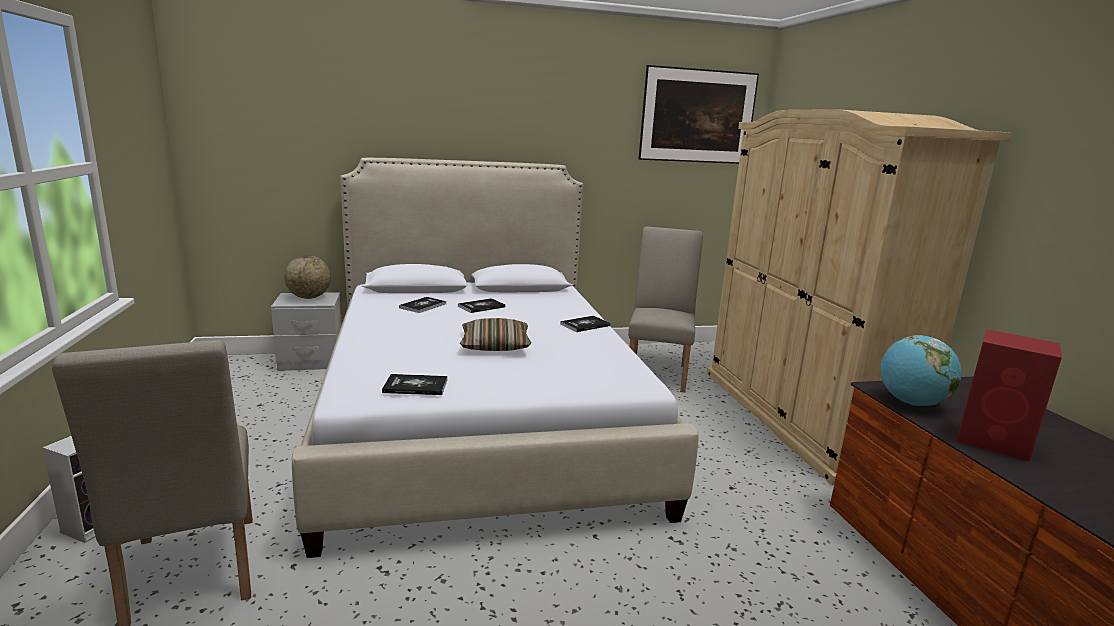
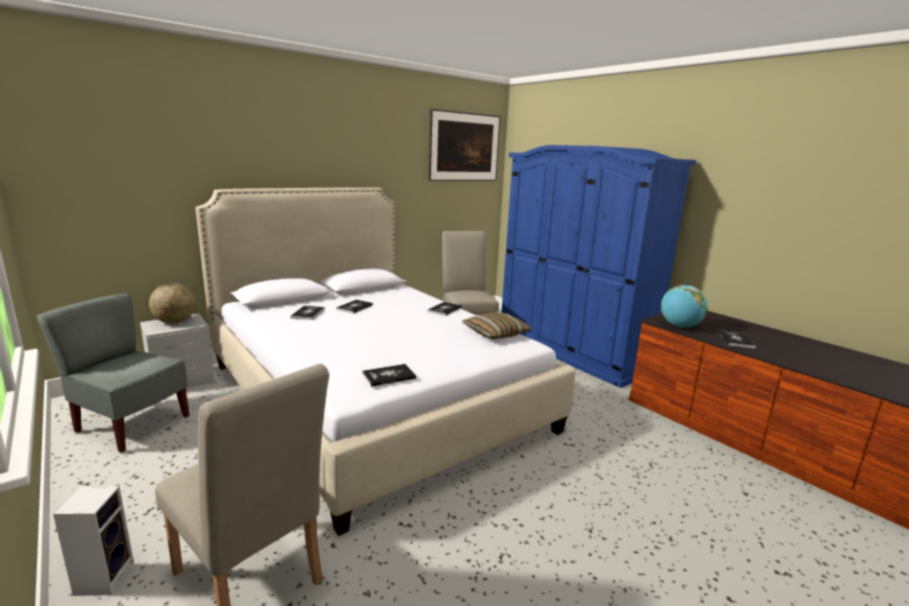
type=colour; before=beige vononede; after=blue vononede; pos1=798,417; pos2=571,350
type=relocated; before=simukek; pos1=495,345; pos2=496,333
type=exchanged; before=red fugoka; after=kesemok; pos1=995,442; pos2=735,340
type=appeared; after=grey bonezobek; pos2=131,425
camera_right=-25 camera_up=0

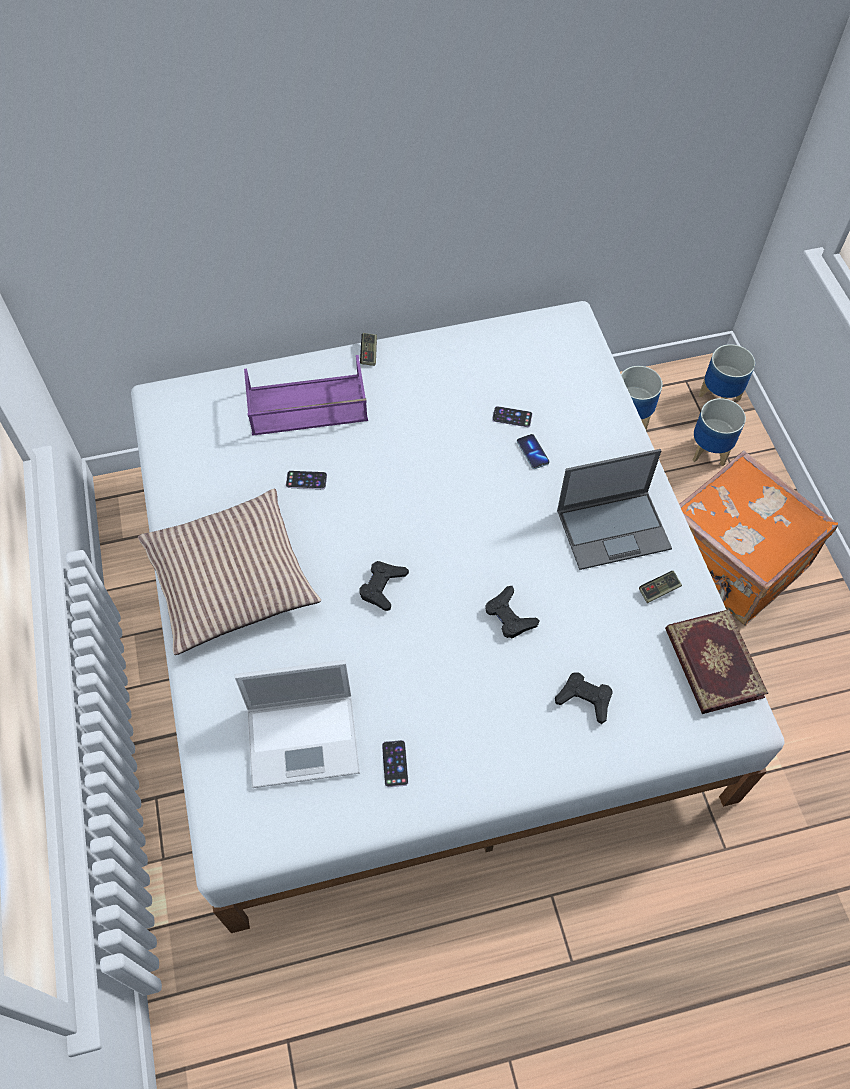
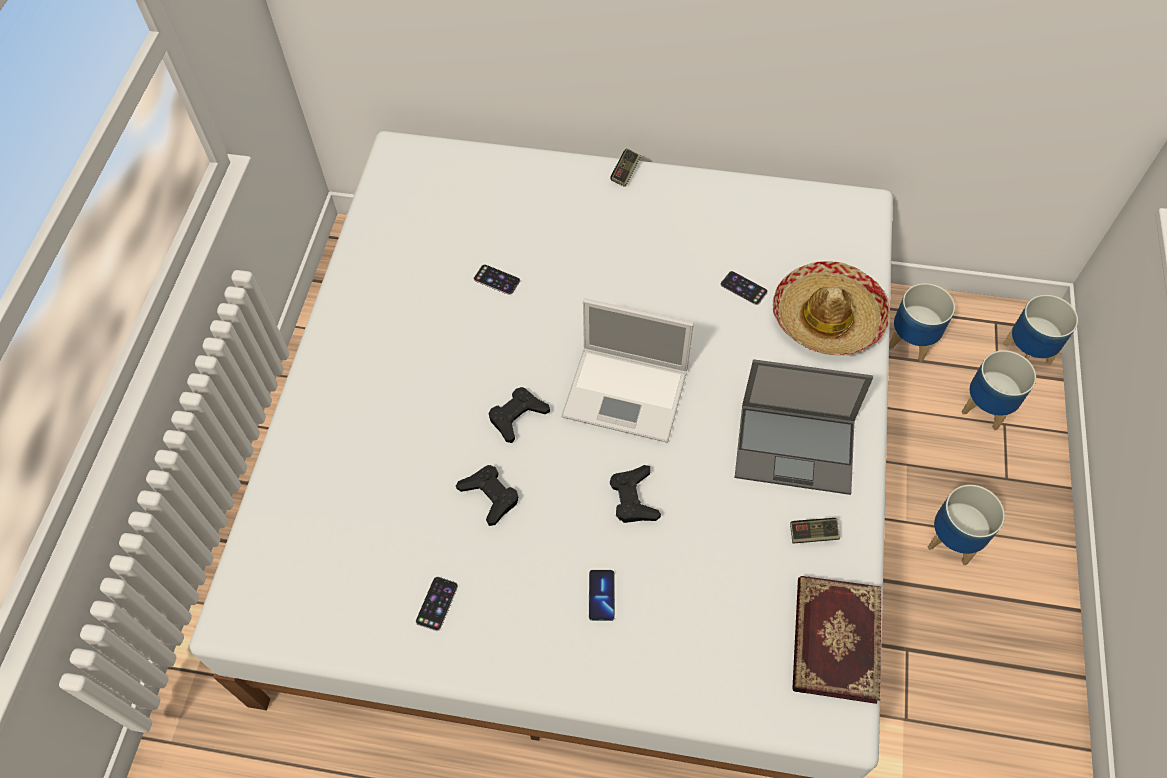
type=missing; before=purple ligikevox; pos1=306,406
type=relocated; before=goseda; pos1=532,452; pos2=601,595
type=exchanged; before=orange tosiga; after=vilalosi; pos1=731,562; pos2=953,541
type=missing; before=simukek; pos1=231,579
type=relocated; before=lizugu; pos1=305,739; pos2=628,394
type=relocated; before=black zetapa; pos1=585,699; pos2=490,496
type=appeared; after=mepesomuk; pos2=827,318
camera_right=25 camera_up=0

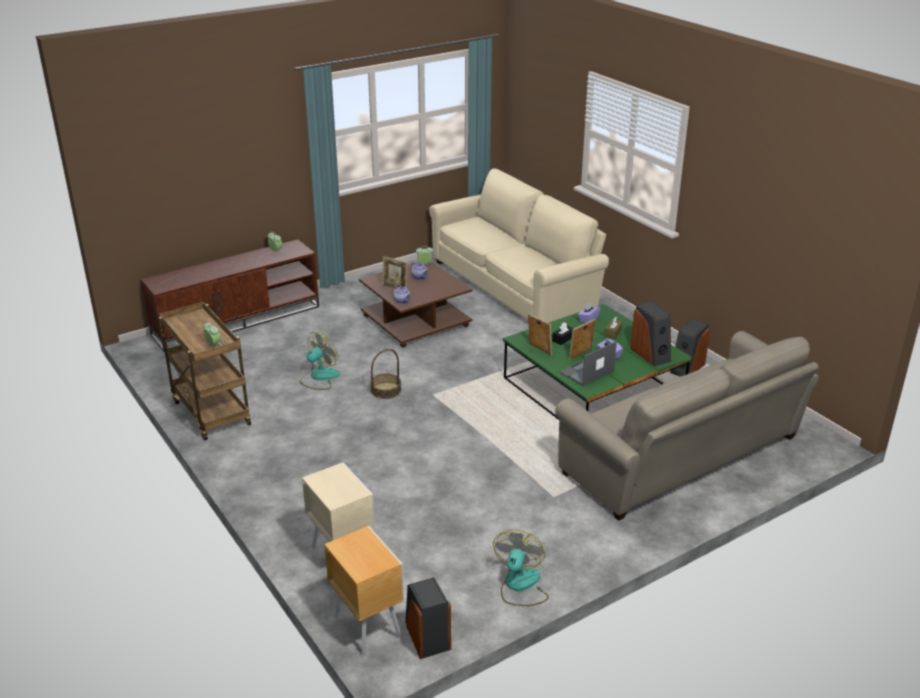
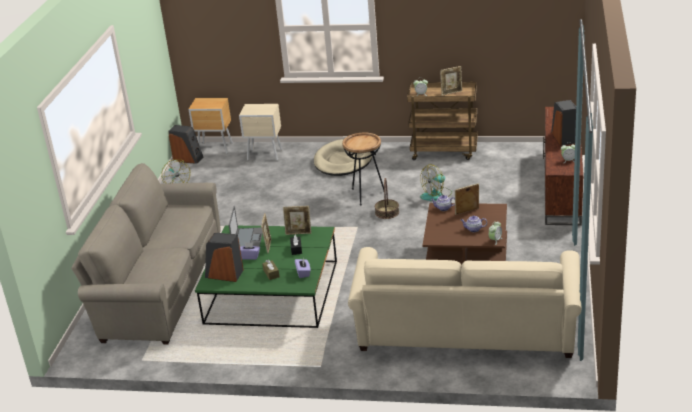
type=relocated; before=fugoka; pos1=686,368; pos2=563,137
type=spun; before=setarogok; pos1=319,377; pos2=436,195; turn=60
type=appeared; after=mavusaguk; pos2=451,93
type=appeared; after=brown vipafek; pos2=366,195
type=appeared; after=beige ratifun; pos2=343,161
camera_right=135 camera_up=0

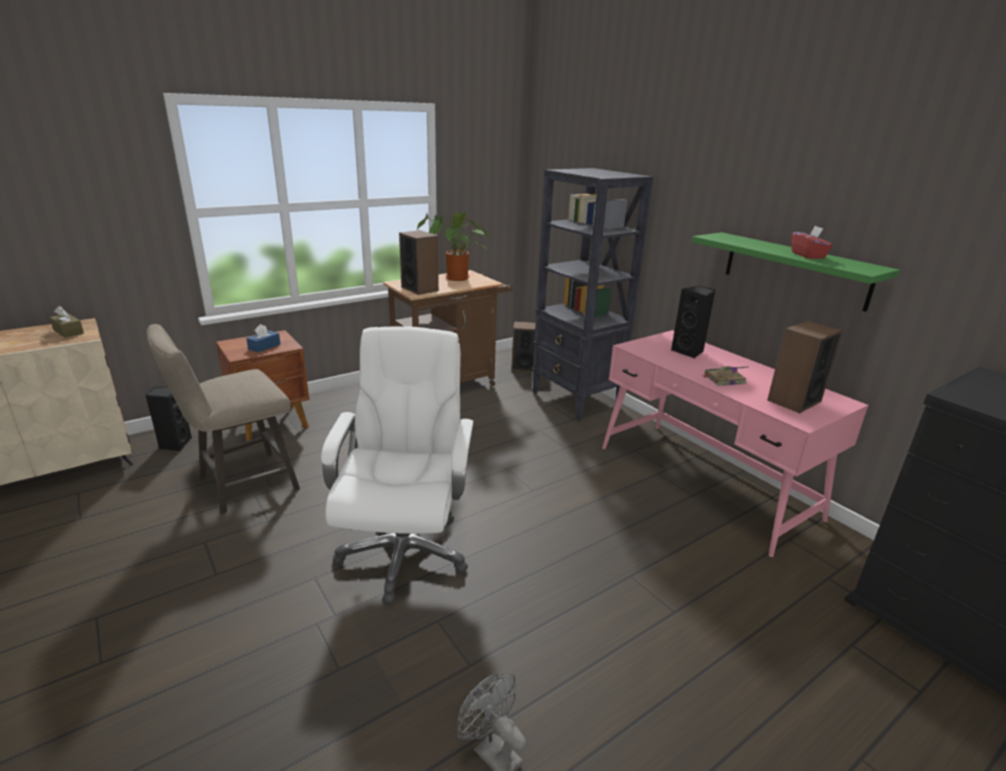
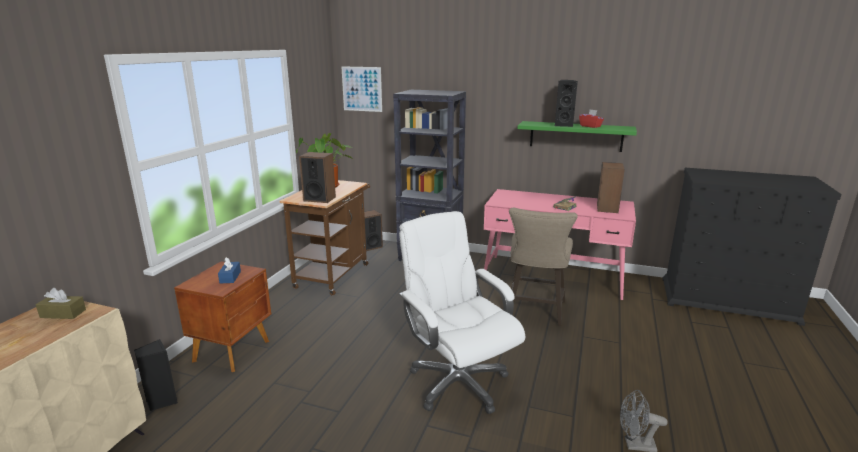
type=relocated; before=black fugoka; pos1=689,352; pos2=563,125
type=relocated; before=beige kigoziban; pos1=240,485; pos2=535,312
type=appeared; after=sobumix; pos2=362,89
camera_right=-35 camera_up=-5

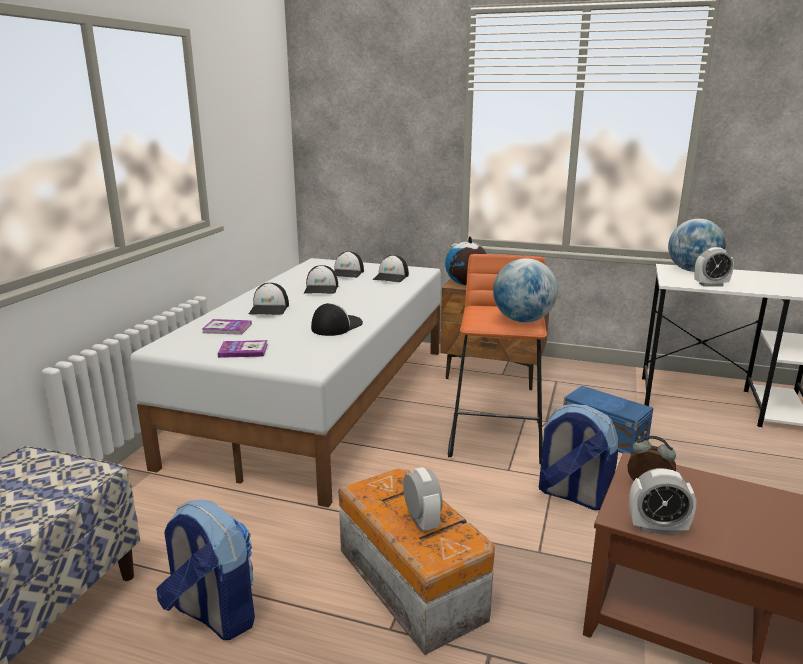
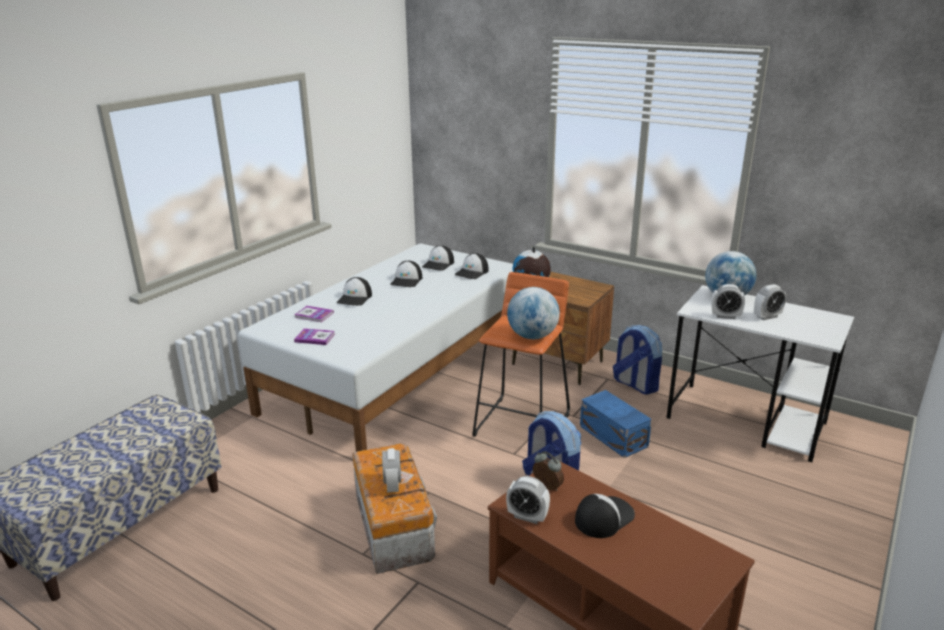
type=relocated; before=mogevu; pos1=336,326; pos2=603,517
type=relocated; before=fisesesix; pos1=212,614; pos2=635,384
type=appeared; after=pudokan; pos2=767,317
camera_right=15 camera_up=5

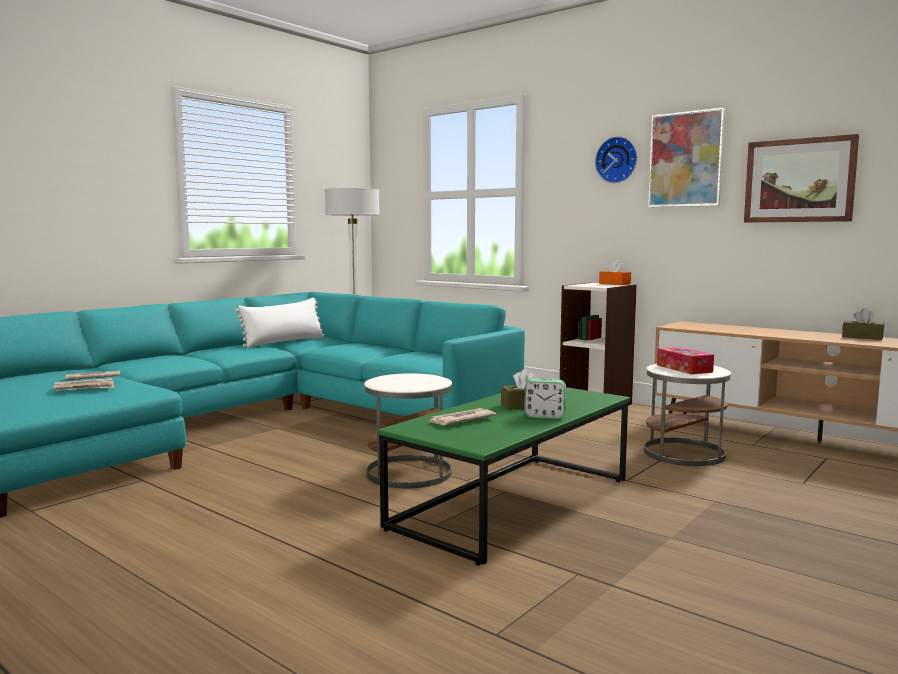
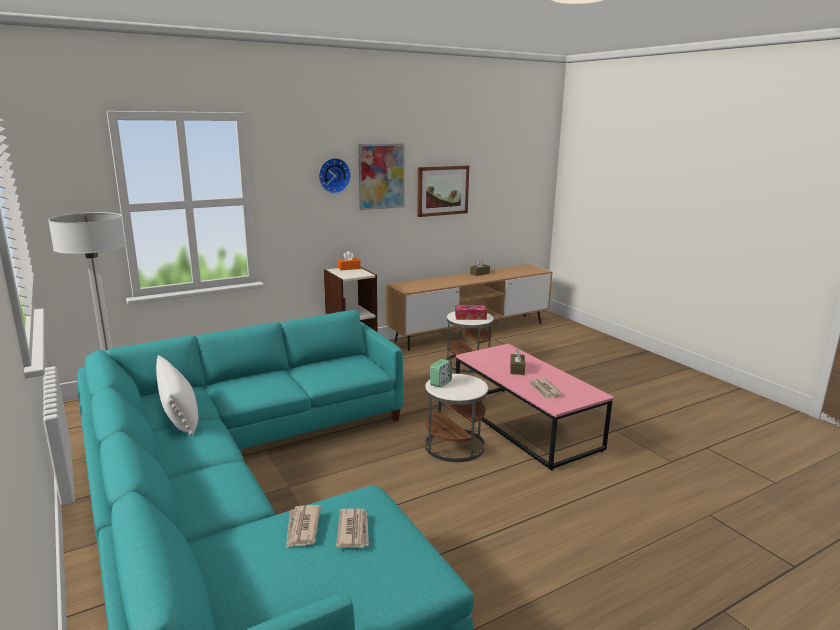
type=relocated; before=pudokan; pos1=544,416; pos2=440,383
type=colour; before=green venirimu; after=pink venirimu; pos1=514,504; pos2=525,425
camera_right=-70 camera_up=10

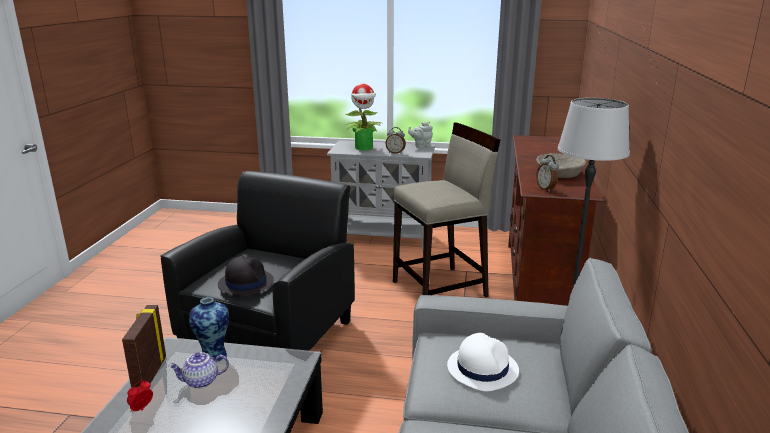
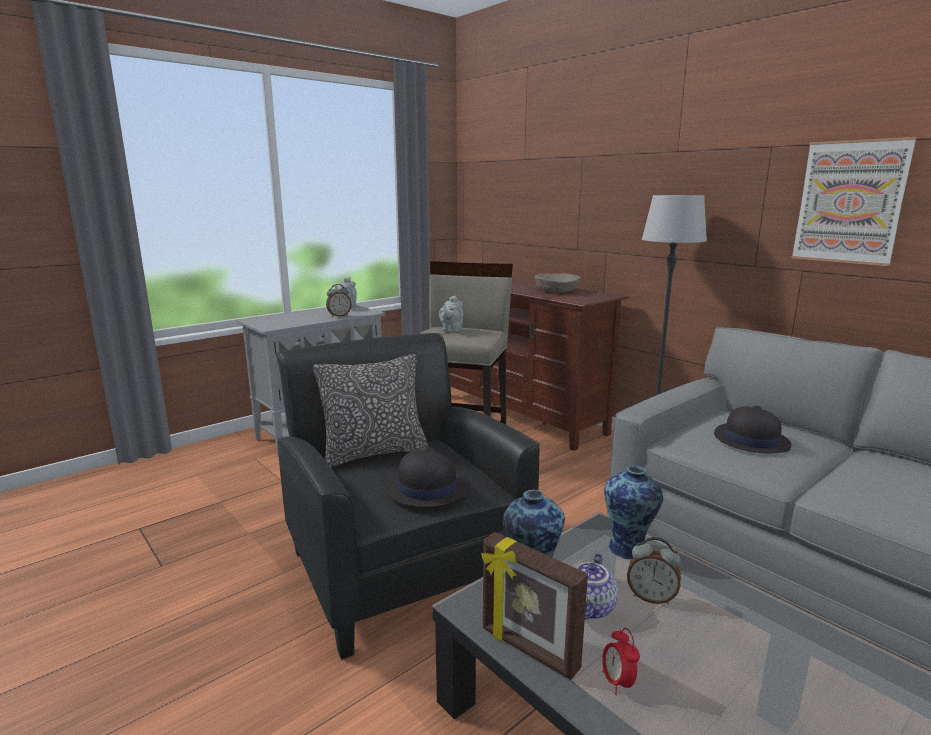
type=missing; before=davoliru; pos1=364,148
type=relocated; before=pudokan; pos1=546,189; pos2=651,597
type=colour; before=white mepesomuk; after=black mepesomuk; pos1=482,368; pos2=750,440
type=appeared; after=sobumix; pos2=850,202
type=appeared; after=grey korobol; pos2=451,330
type=appeared; after=simukek; pos2=374,453
type=appeared; after=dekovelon; pos2=628,549
camera_right=-50 camera_up=-5

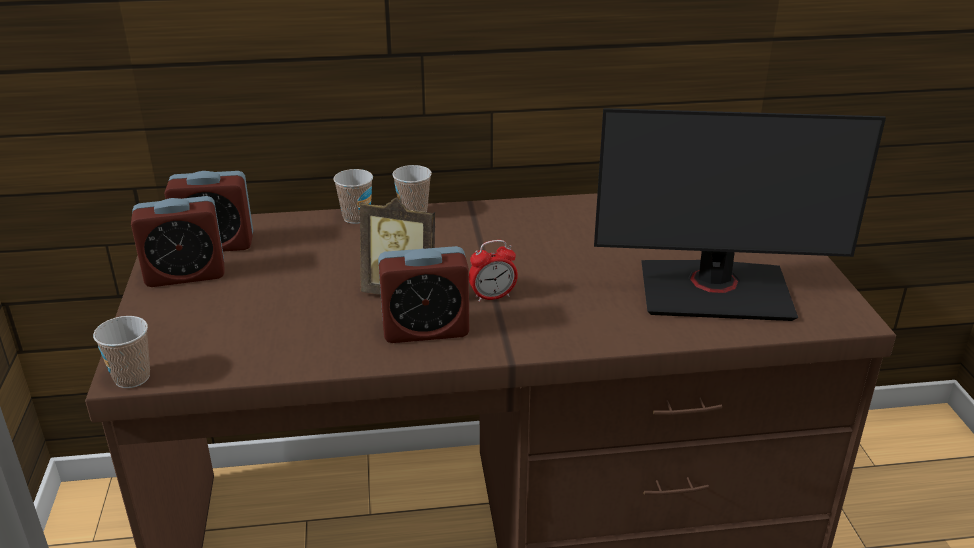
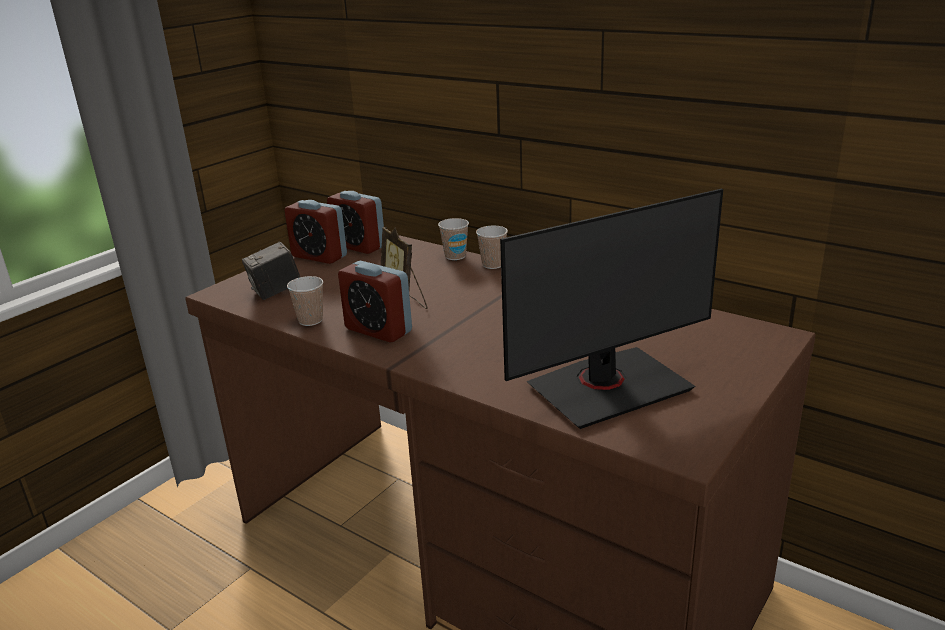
type=spun; before=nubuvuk; pos1=715,290; pos2=608,387; turn=-75
type=missing; before=pudokan; pos1=492,296
type=relocated; before=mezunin; pos1=132,378; pos2=310,320
type=appeared; after=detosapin; pos2=275,292
camera_right=45 camera_up=-5

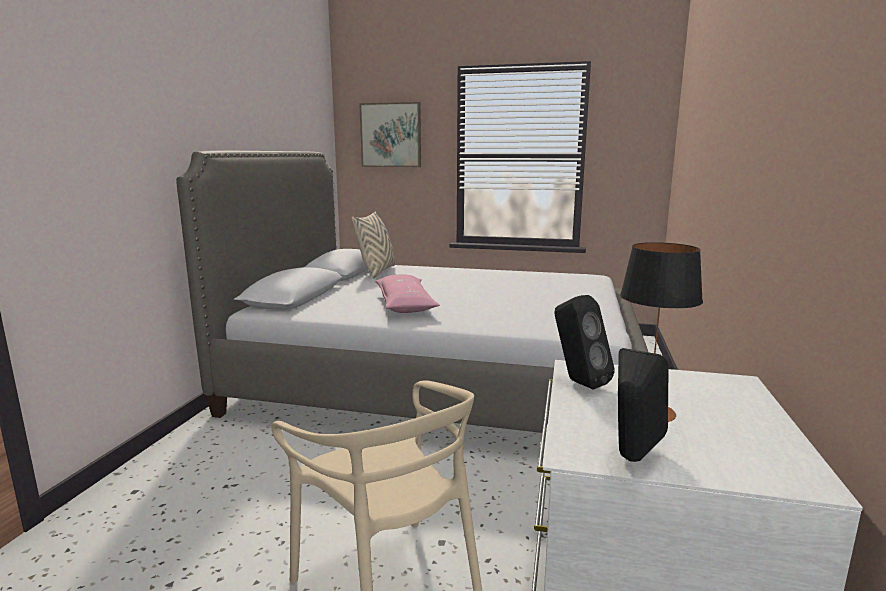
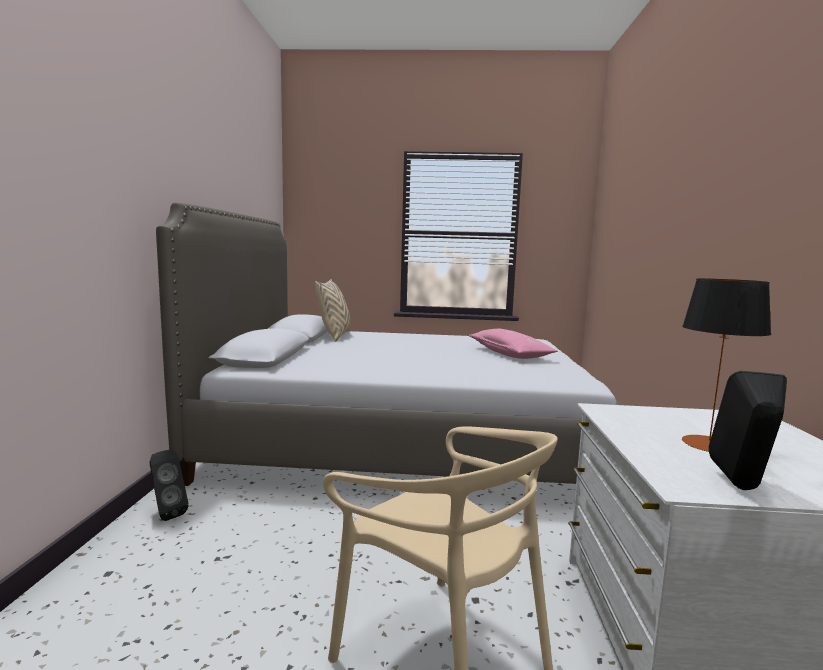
type=missing; before=sobumix; pos1=391,135
type=relocated; before=pink simukek; pos1=405,304; pos2=509,353
type=relocated; before=black fugoka; pos1=578,382; pos2=166,513
camera_right=-10 camera_up=-5

